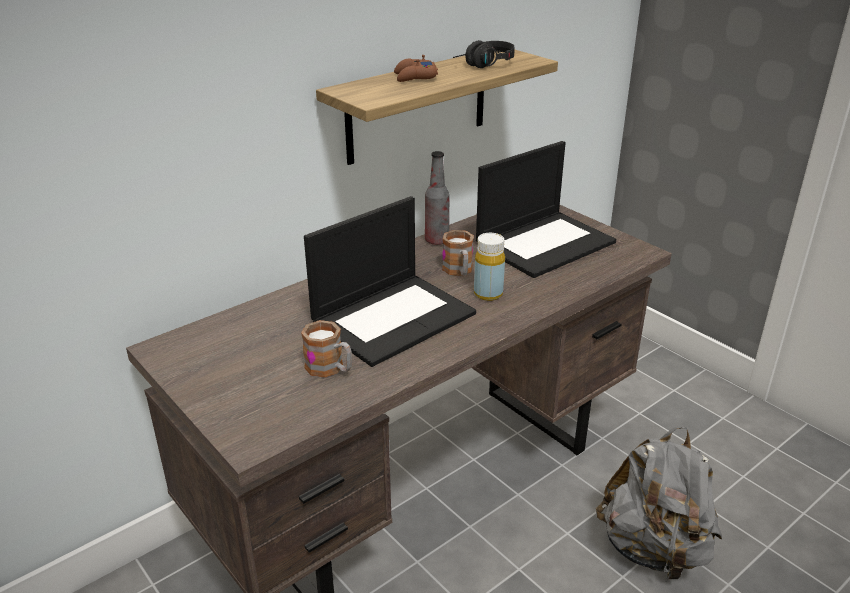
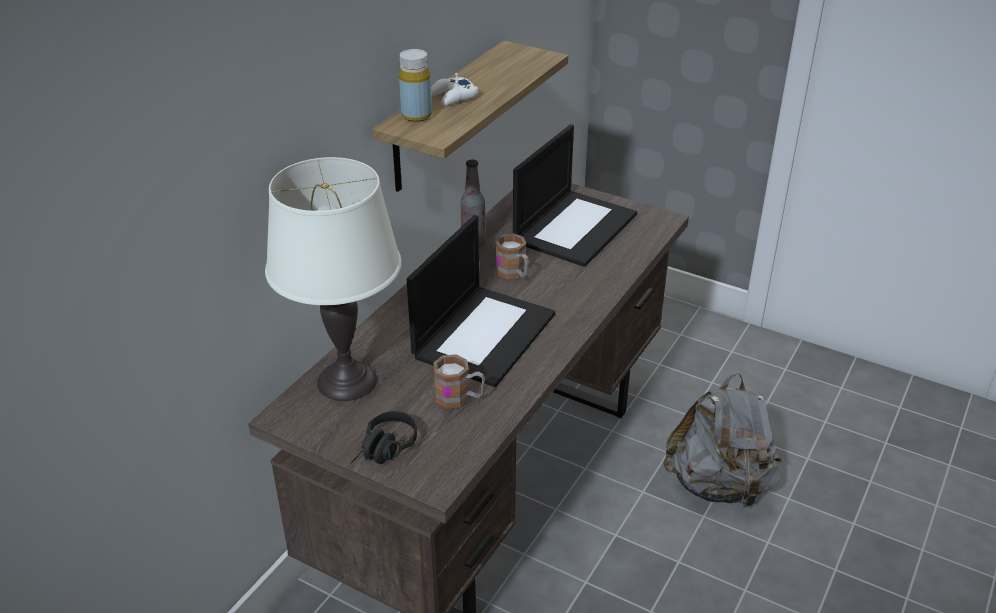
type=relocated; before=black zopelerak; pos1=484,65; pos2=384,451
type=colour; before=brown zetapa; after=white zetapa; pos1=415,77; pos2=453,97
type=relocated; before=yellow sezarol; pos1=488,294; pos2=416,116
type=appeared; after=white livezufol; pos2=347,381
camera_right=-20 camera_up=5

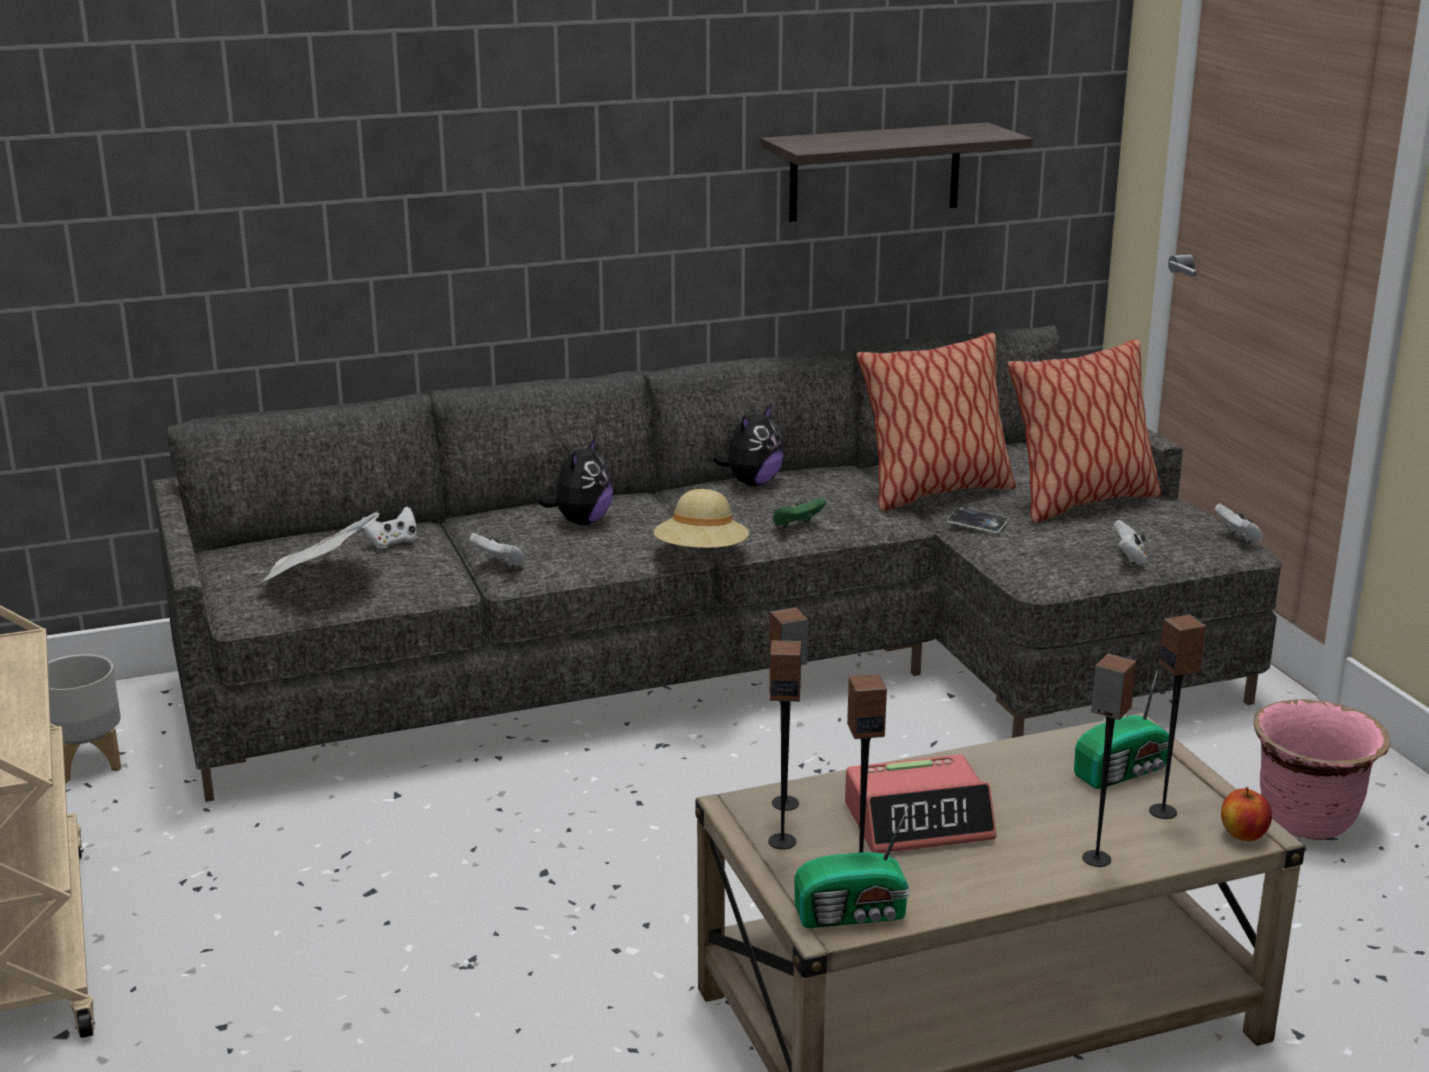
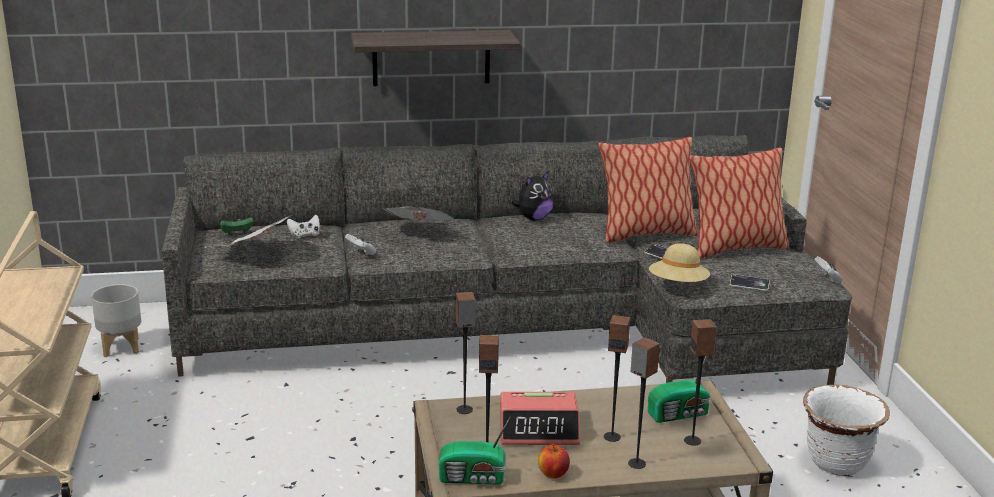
type=relocated; before=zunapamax; pos1=875,172; pos2=431,57
type=exchanged; before=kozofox; after=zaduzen; pos1=581,522; pos2=420,233
type=relocated; before=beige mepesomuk; pos1=701,554; pos2=678,285
type=relocated; before=green zetapa; pos1=796,525; pos2=237,233
type=exchanged; before=white zetapa; after=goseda; pos1=1129,558; pos2=749,285
type=relocated; before=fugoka; pos1=782,841; pos2=612,437
type=colour; before=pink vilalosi; after=white vilalosi; pos1=1308,821; pos2=837,463
type=relocated; before=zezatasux; pos1=1243,835; pos2=553,474
camera_right=10 camera_up=0

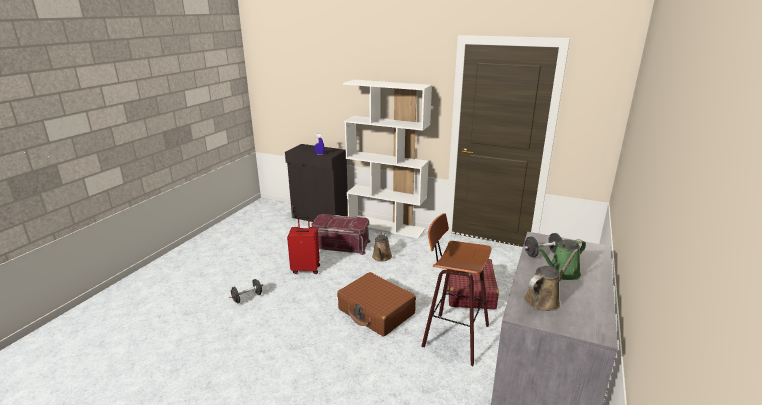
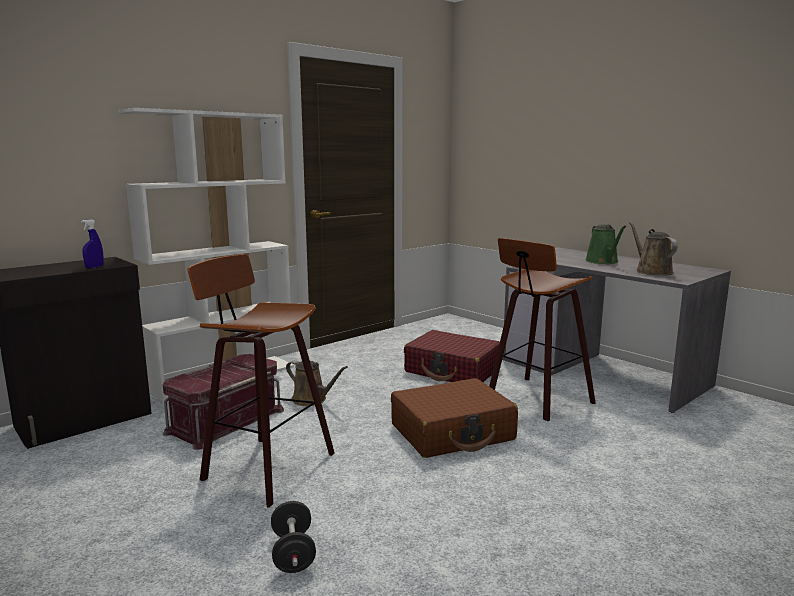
type=exchanged; before=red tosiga; after=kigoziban; pos1=306,269; pos2=264,467
type=missing; before=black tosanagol; pos1=542,254
camera_right=-65 camera_up=-10

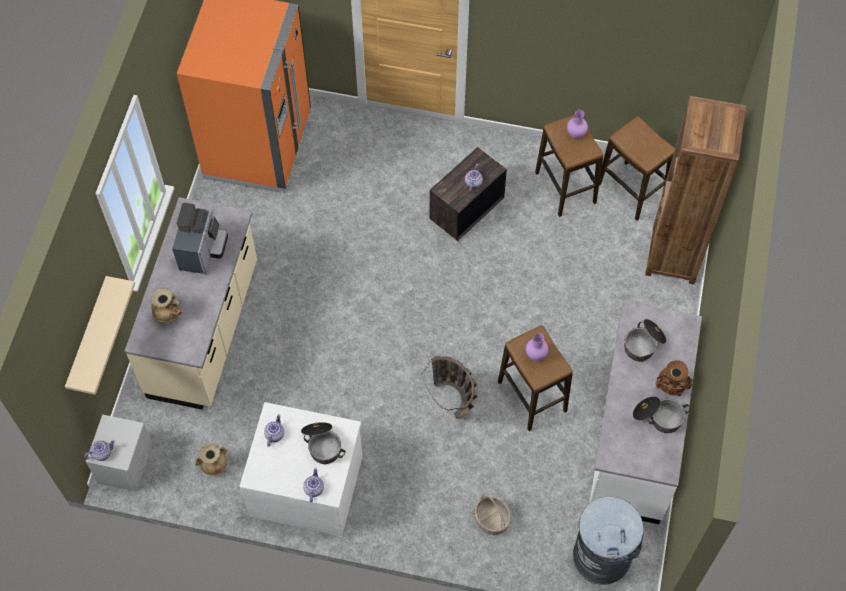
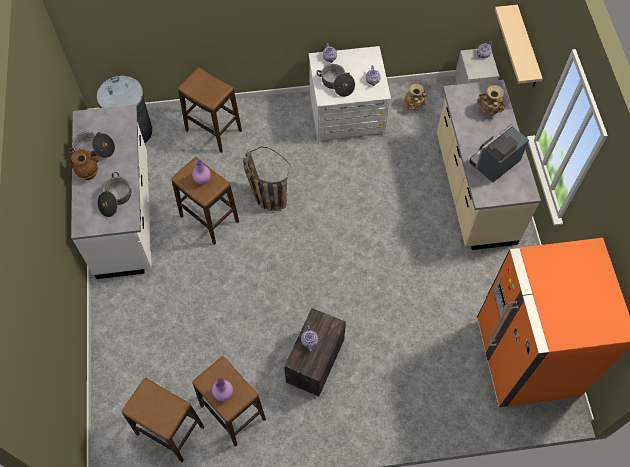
type=missing; before=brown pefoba; pos1=673,255
type=spun; before=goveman; pos1=202,250; pos2=494,164; turn=60
type=exchanged; before=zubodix; after=kigoziban; pos1=491,519; pos2=214,131
camera_right=160 camera_up=0

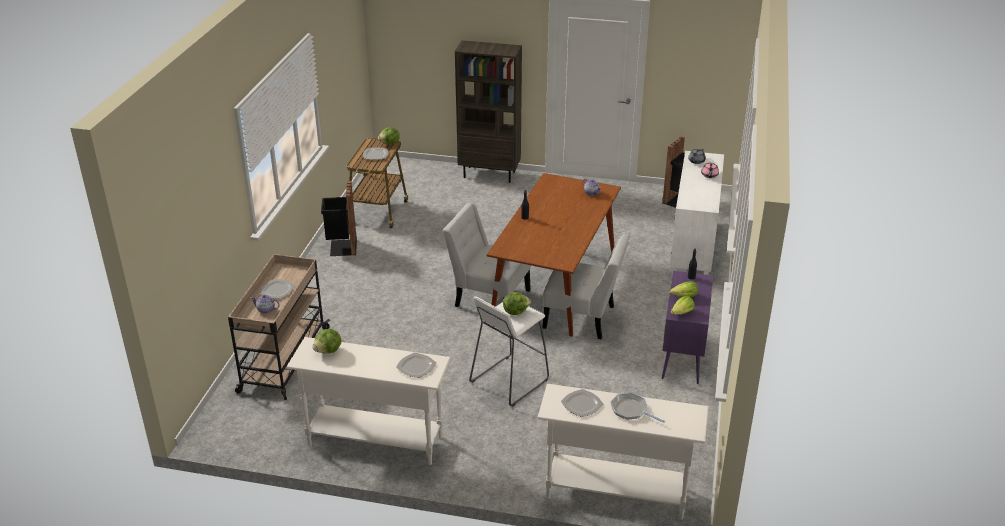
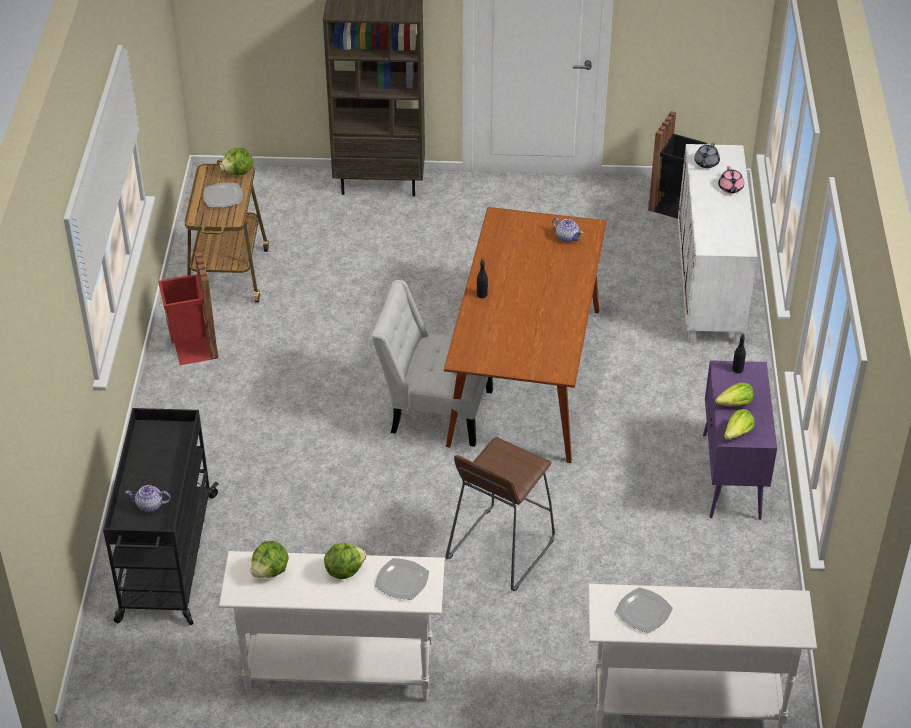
type=colour; before=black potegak; after=red potegak; pos1=341,247; pos2=192,347
type=missing; before=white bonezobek; pos1=583,318
type=colour; before=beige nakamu; after=black nakamu; pos1=283,360; pos2=167,558
type=missing; before=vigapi; pos1=277,290
type=relocated; before=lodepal; pos1=515,311; pos2=344,570
type=colour; before=white kigoziban; after=brown kigoziban; pos1=508,381; pos2=499,549
type=missing; before=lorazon; pos1=631,410
camera_right=-10 camera_up=10

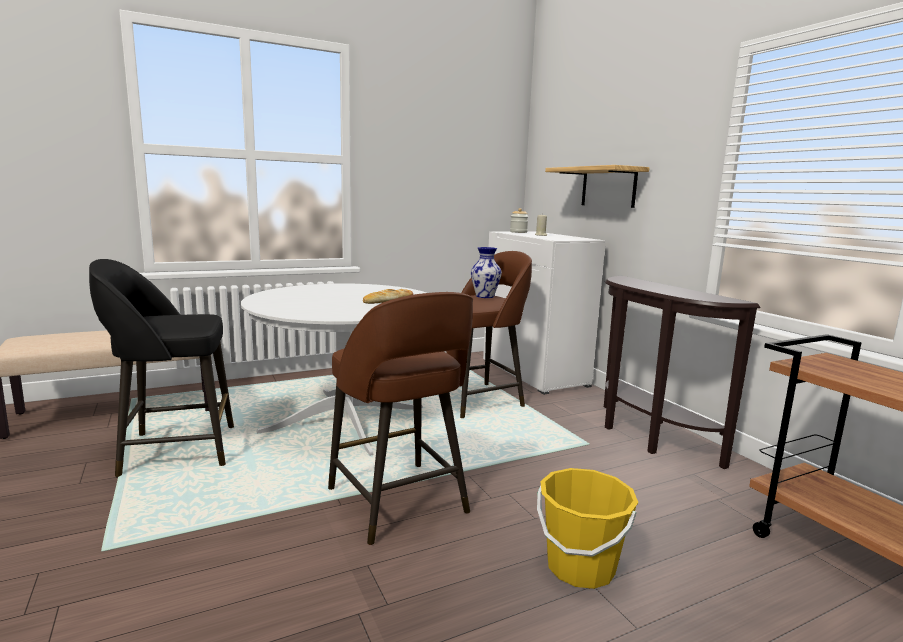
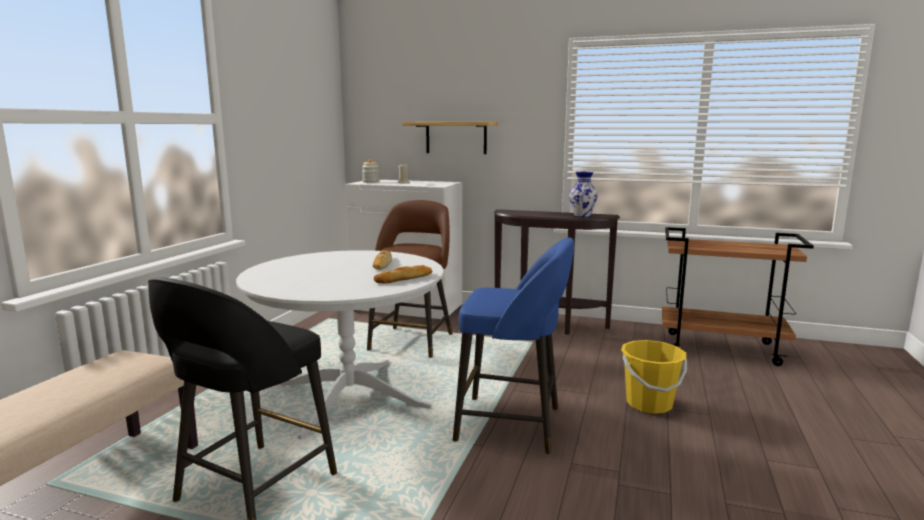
type=relocated; before=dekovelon; pos1=485,296; pos2=582,216
type=colour; before=brown kigoziban; after=blue kigoziban; pos1=399,503; pos2=512,424
type=appeared; after=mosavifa; pos2=404,278
camera_right=-45 camera_up=0

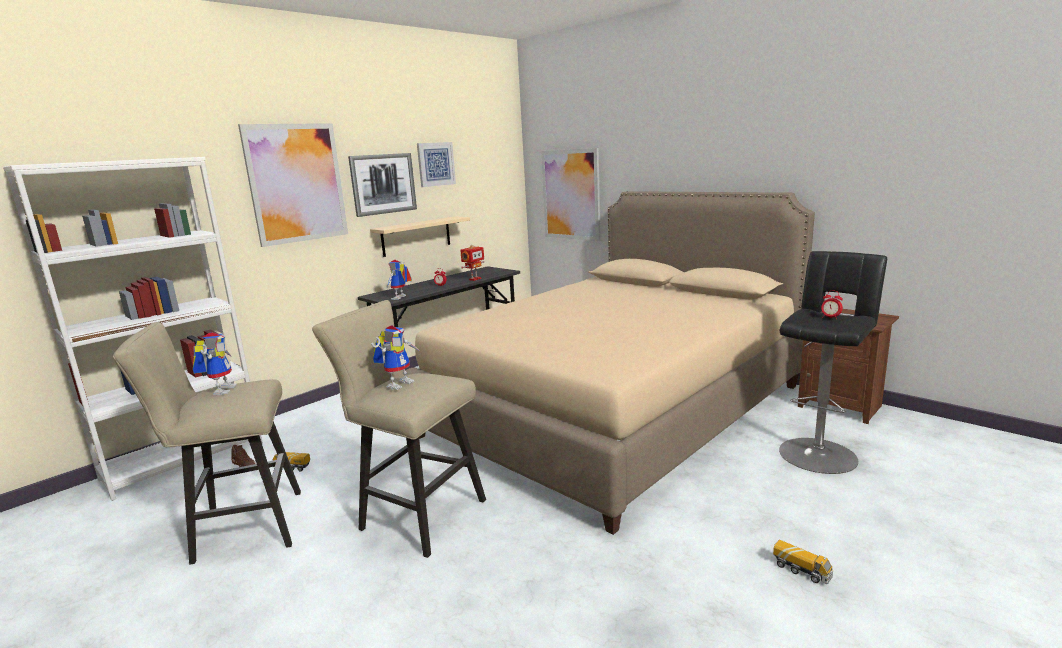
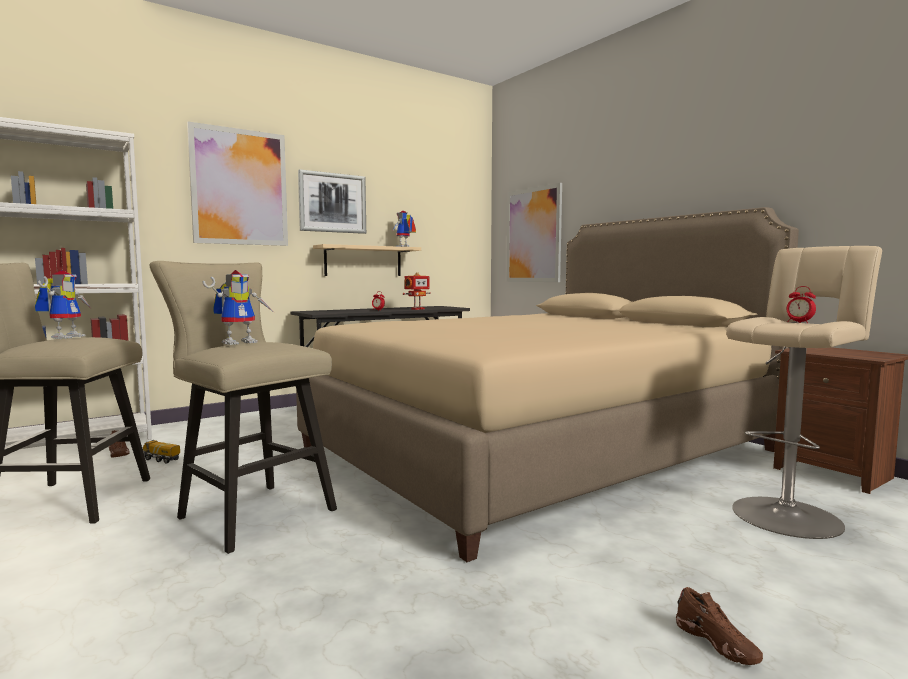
type=missing; before=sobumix; pos1=435,164
type=colour; before=black kigoziban; after=beige kigoziban; pos1=819,452; pos2=788,514
type=relocated; before=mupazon; pos1=400,298; pos2=404,246
type=exchanged; before=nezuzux; after=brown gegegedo; pos1=801,571; pos2=717,642
camera_right=10 camera_up=-10

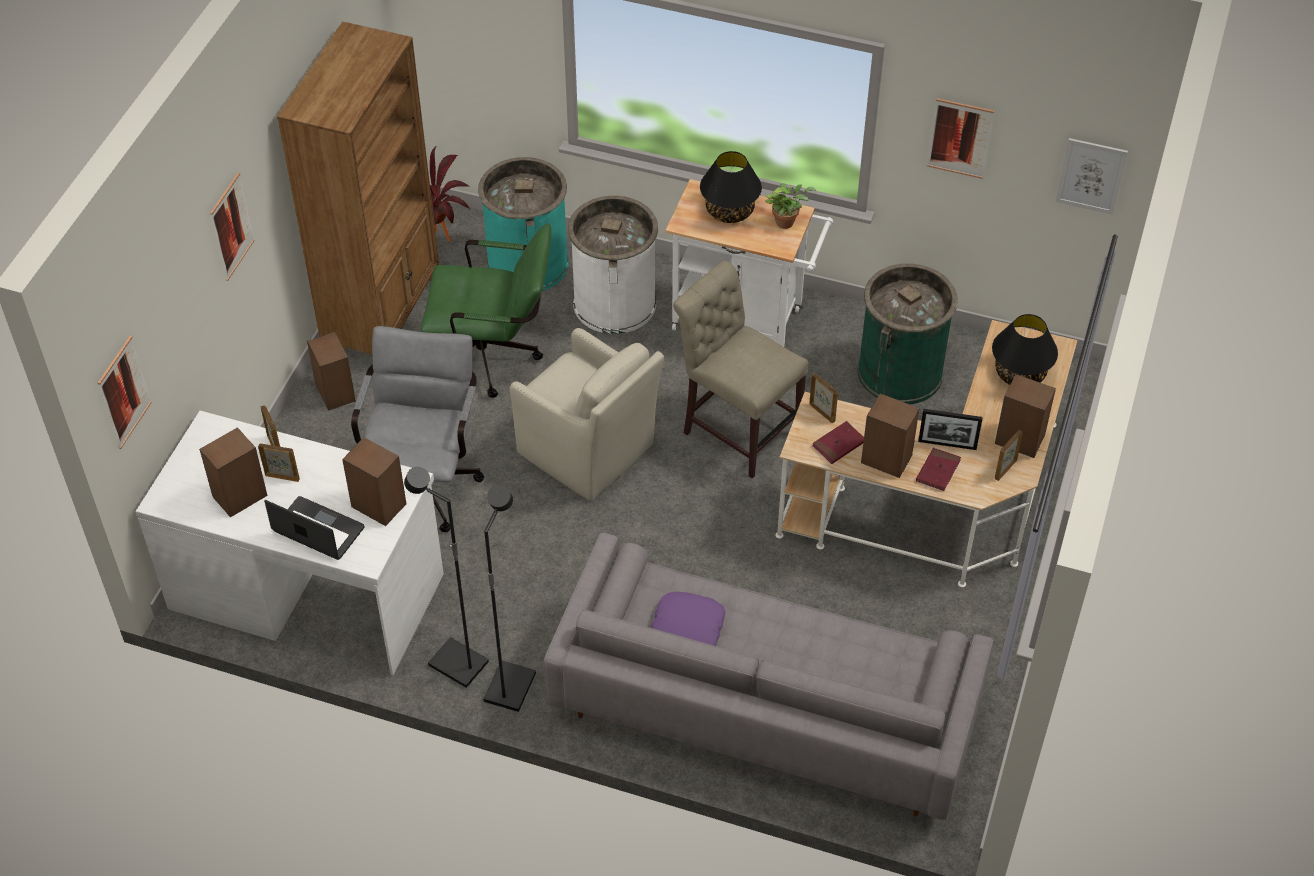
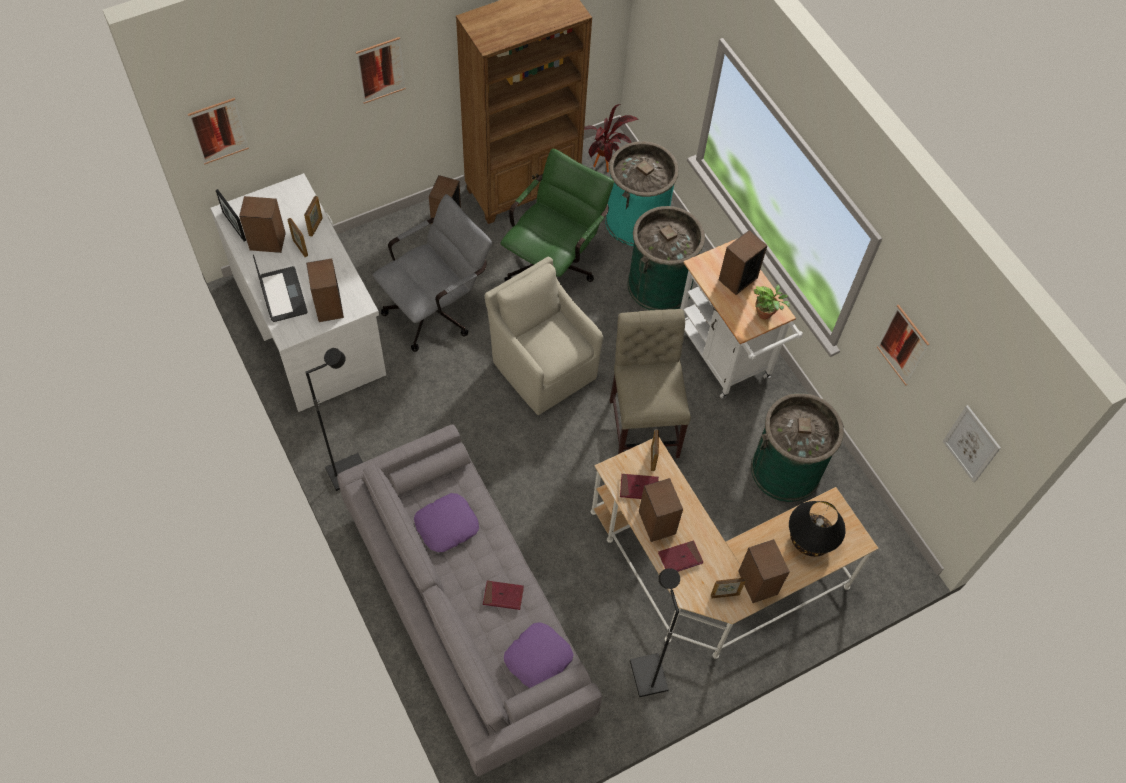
type=exchanged; before=black livezufol; after=fugoka; pos1=729,211; pos2=737,278
type=colour; before=white potegak; after=green potegak; pos1=614,303; pos2=659,285
type=spun; before=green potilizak; pos1=494,357; pos2=554,265; turn=-105
type=spun; before=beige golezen; pos1=588,451; pos2=542,367; turn=150
type=relocated; before=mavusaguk; pos1=947,444; pos2=234,226
type=relocated; before=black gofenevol; pos1=457,665; pos2=647,675
type=appeared; after=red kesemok; pos2=503,596
type=appeared; after=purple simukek; pos2=537,658
camera_right=40 camera_up=10

